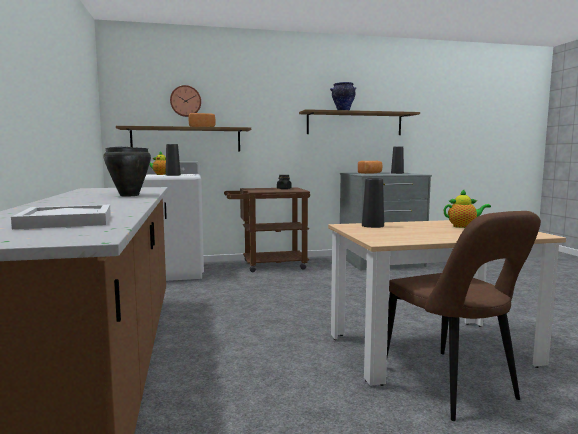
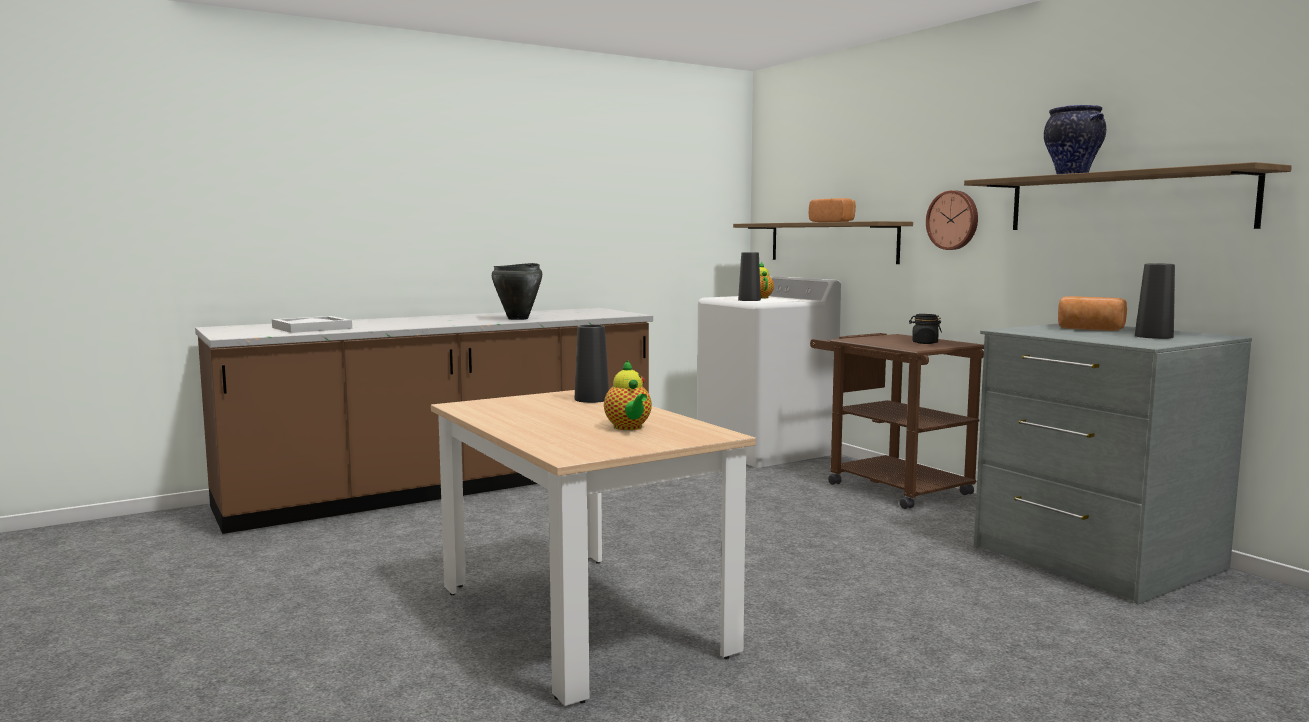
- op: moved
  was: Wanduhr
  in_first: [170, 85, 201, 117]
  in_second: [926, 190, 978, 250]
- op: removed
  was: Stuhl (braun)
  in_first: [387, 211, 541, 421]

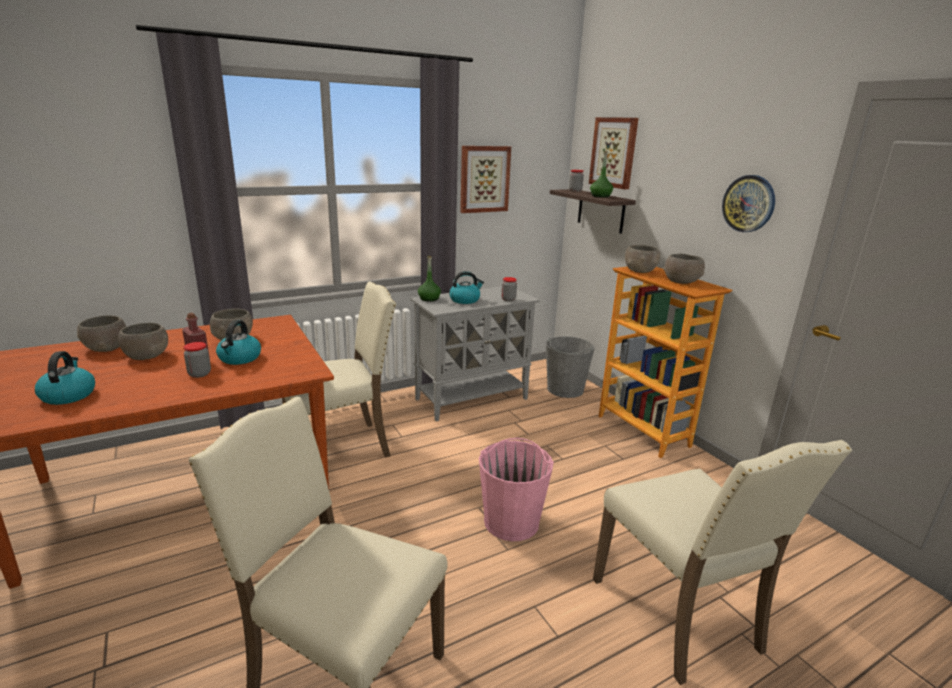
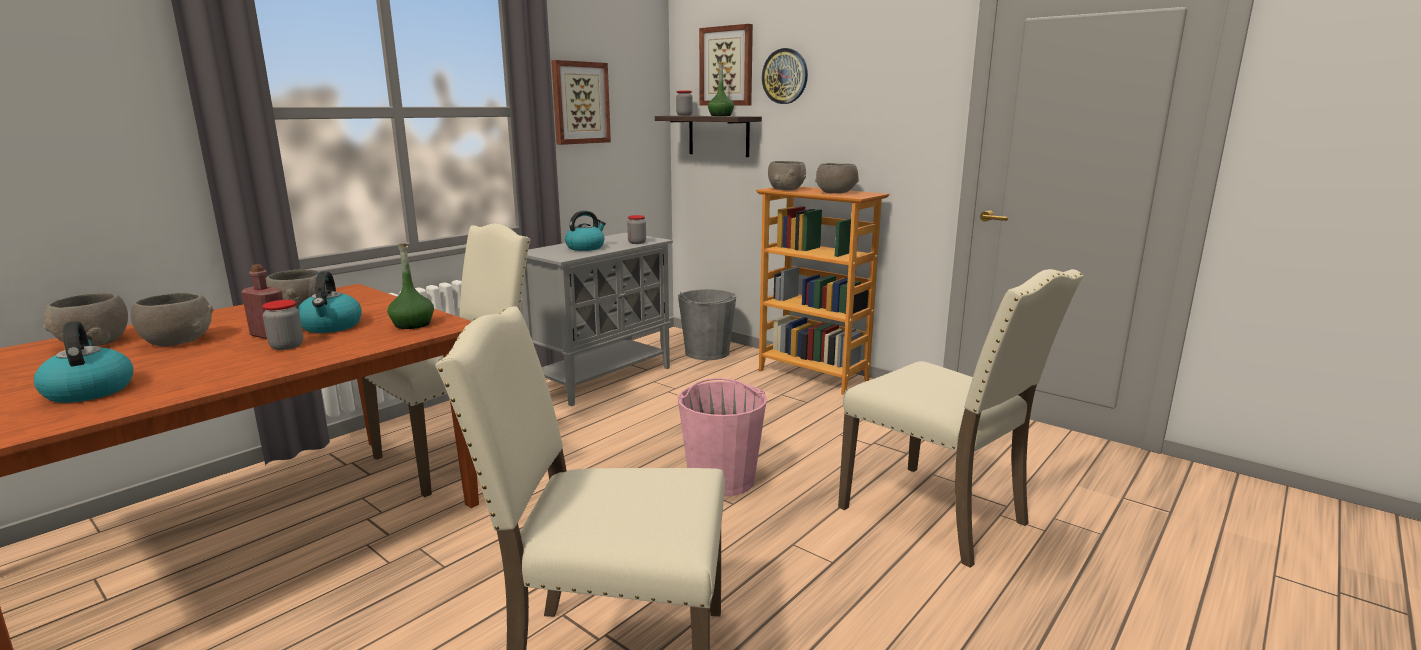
- op: moved
  was: Wanduhr
  in_first: [722, 175, 775, 232]
  in_second: [762, 48, 808, 104]
- op: moved
  was: Flasche (grün)
  in_first: [418, 256, 441, 302]
  in_second: [387, 244, 434, 329]

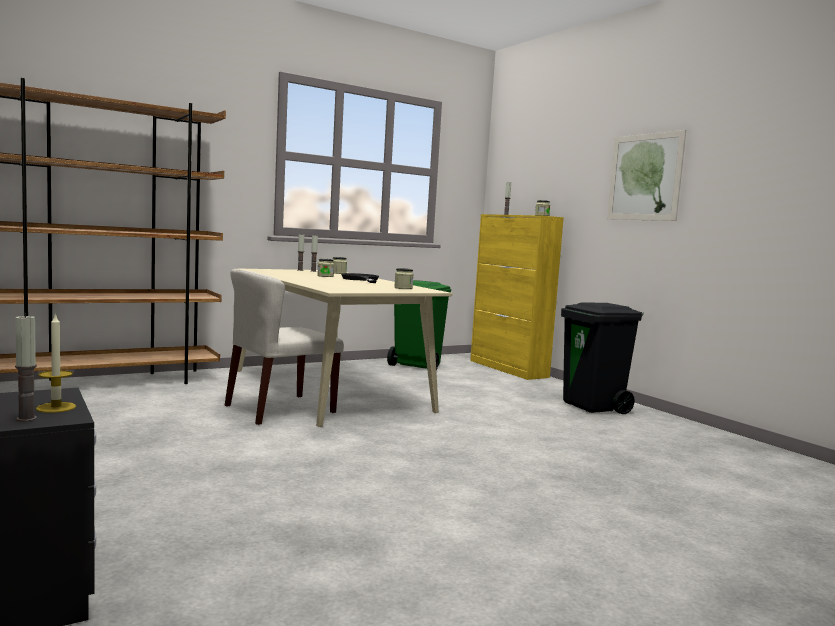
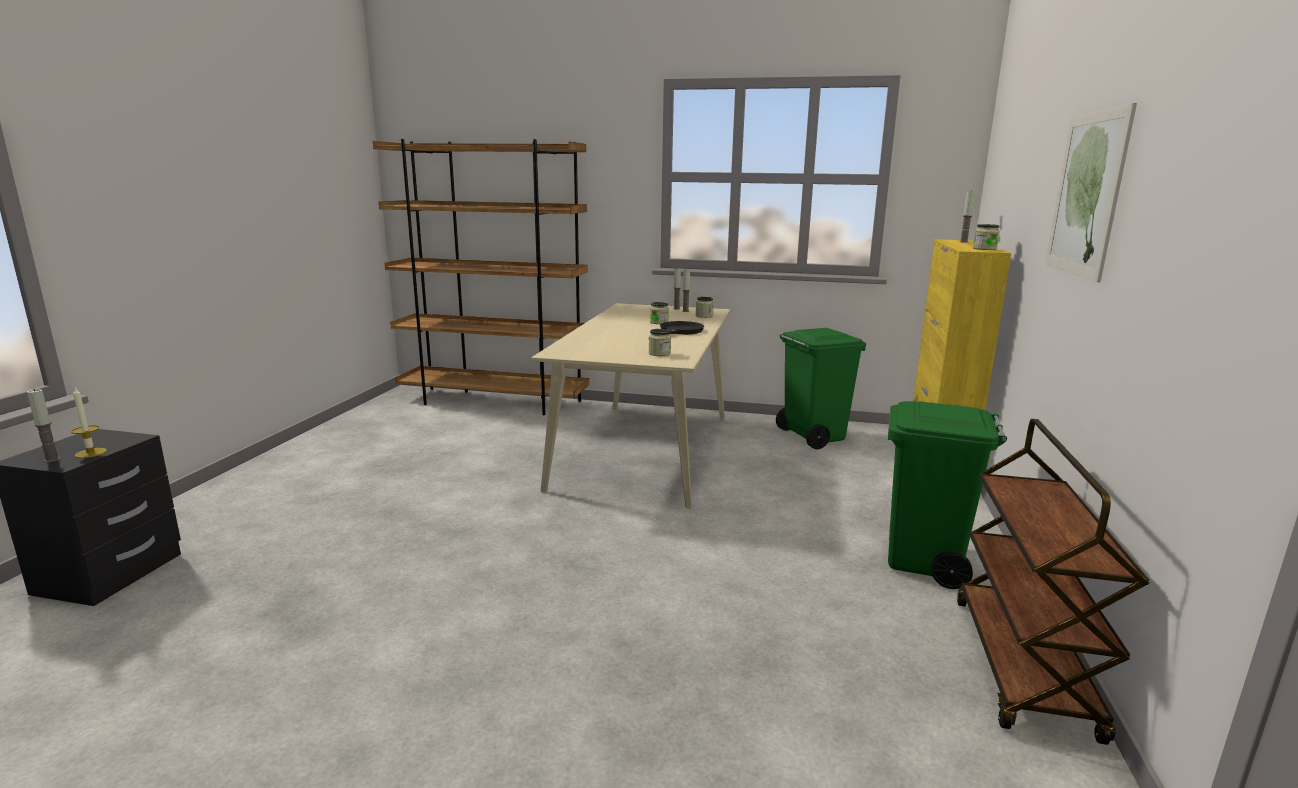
- op: removed
  was: Stuhl (beige)
  in_first: [225, 269, 344, 425]
- op: recoloured
  was: Mülleimer (schwarz)
  now: Mülleimer (grün)
  in_first: [561, 302, 644, 414]
  in_second: [888, 401, 1007, 589]
- op: added
  now: Rollwagen (braun)
  in_second: [957, 419, 1150, 745]

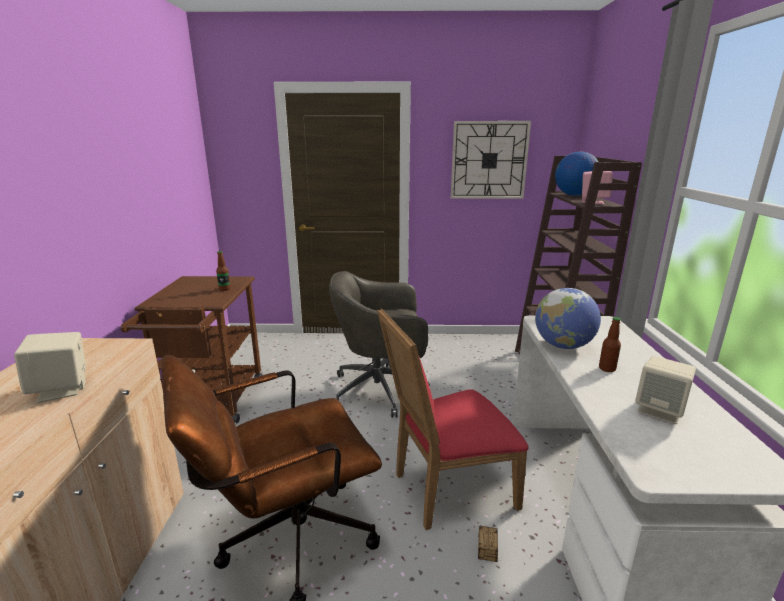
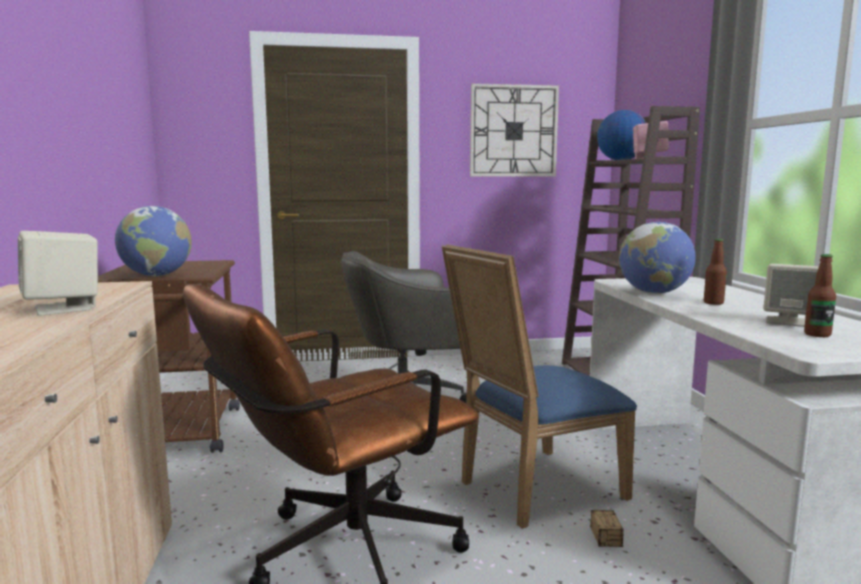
- op: moved
  was: Flasche
  in_first: [216, 251, 231, 291]
  in_second: [804, 254, 836, 337]
- op: recoloured
  was: Stuhl (rot)
  now: Stuhl (blau)
  in_first: [377, 308, 528, 530]
  in_second: [442, 244, 637, 529]
- op: added
  now: Globus
  in_second: [115, 206, 192, 276]

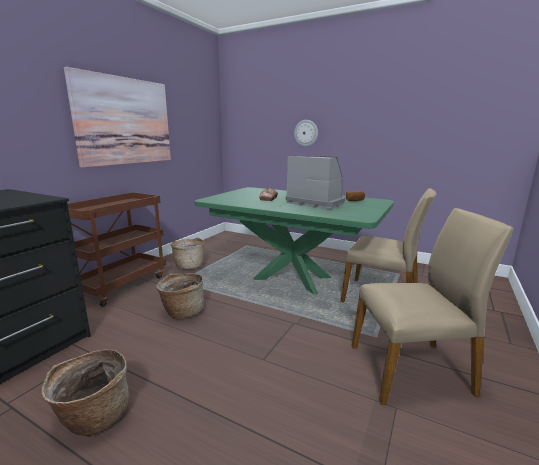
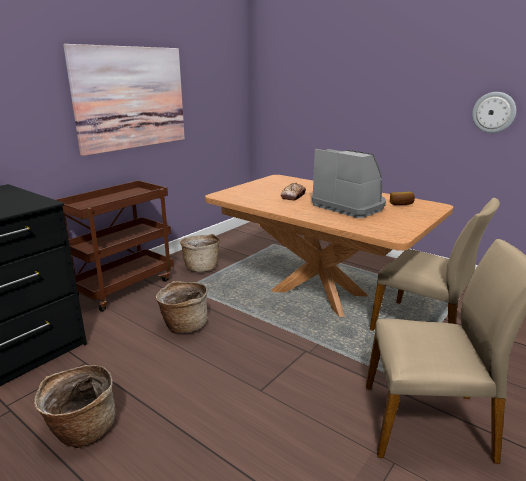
- op: moved
  was: Wanduhr
  in_first: [294, 120, 318, 147]
  in_second: [472, 92, 516, 133]
- op: recoloured
  was: Esstisch (grün)
  now: Esstisch (braun)
  in_first: [194, 187, 394, 294]
  in_second: [205, 175, 453, 317]

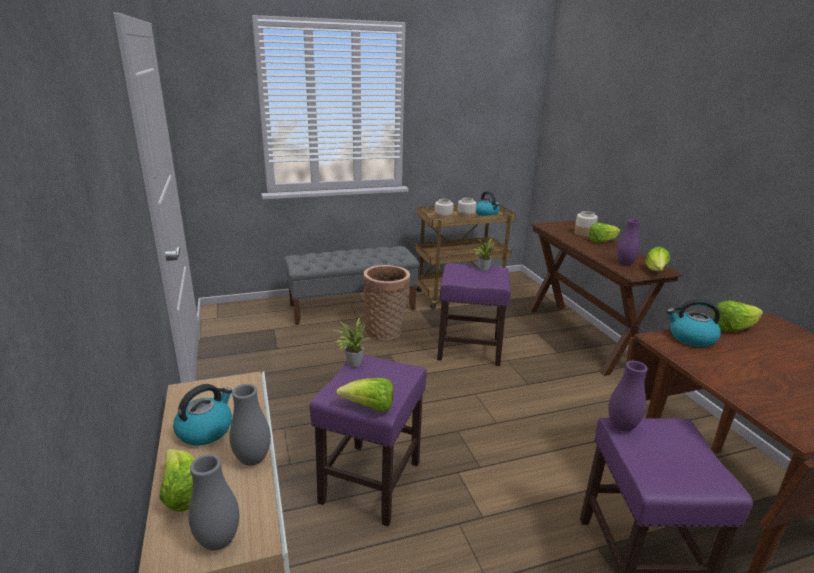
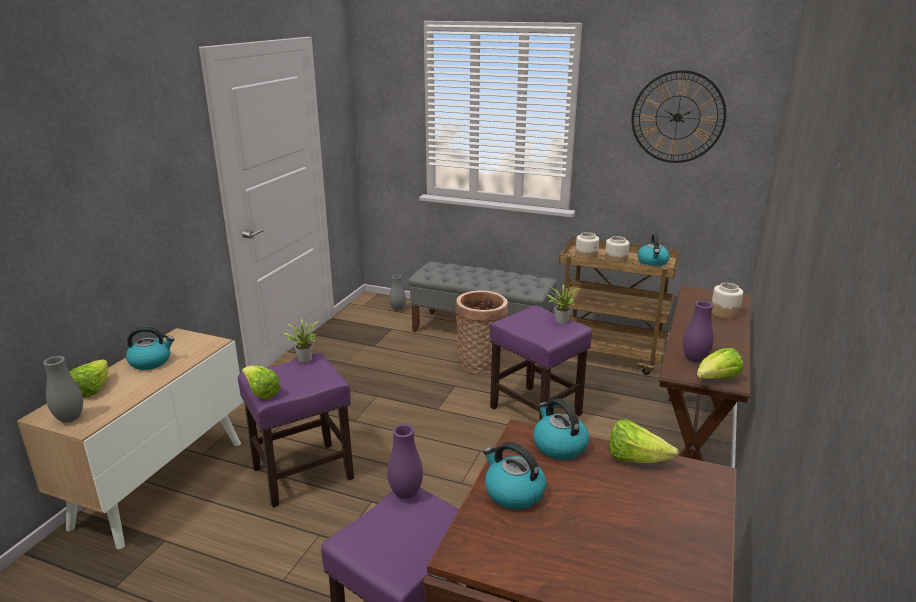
- op: removed
  was: Salatkopf
  in_first: [589, 223, 621, 243]
- op: moved
  was: Vase (grau)
  in_first: [229, 384, 271, 466]
  in_second: [389, 275, 406, 311]
- op: added
  now: Wanduhr
  in_second: [631, 70, 726, 163]
- op: added
  now: Wasserkessel
  in_second: [483, 442, 546, 509]

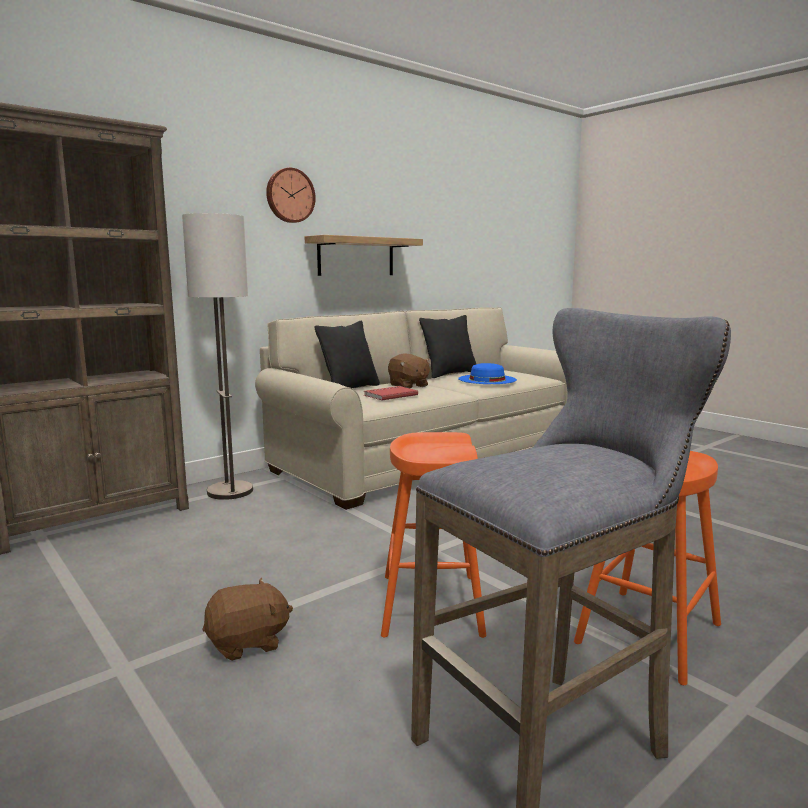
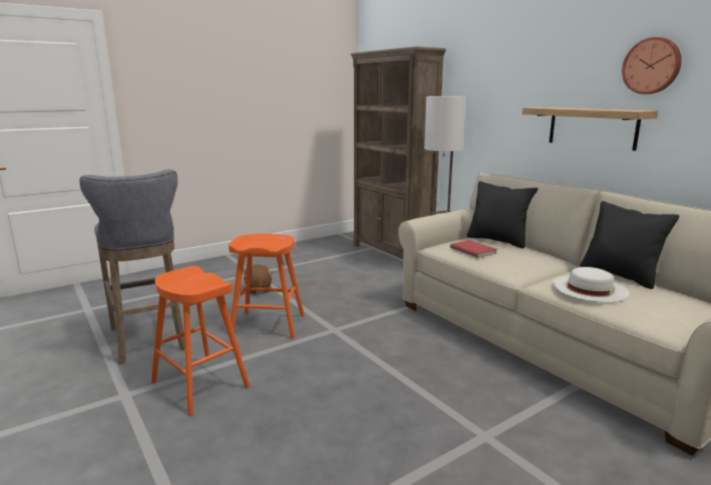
- op: moved
  was: Wanduhr
  in_first: [266, 168, 316, 223]
  in_second: [622, 37, 682, 94]
- op: removed
  was: Plüschtier (braun)
  in_first: [388, 353, 431, 389]
- op: recoloured
  was: Hut (blau)
  now: Hut (weiß)
  in_first: [458, 363, 517, 384]
  in_second: [552, 267, 630, 302]

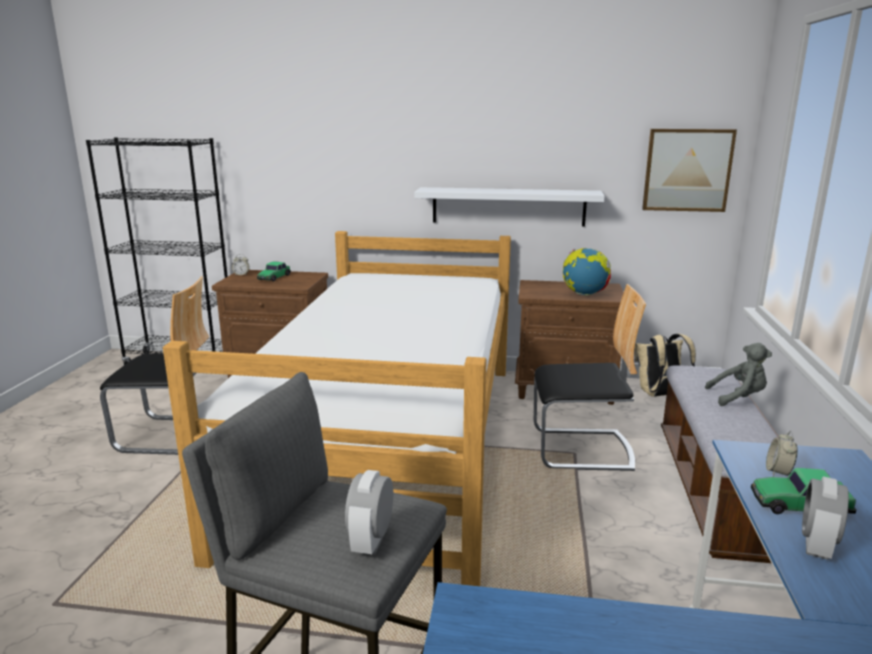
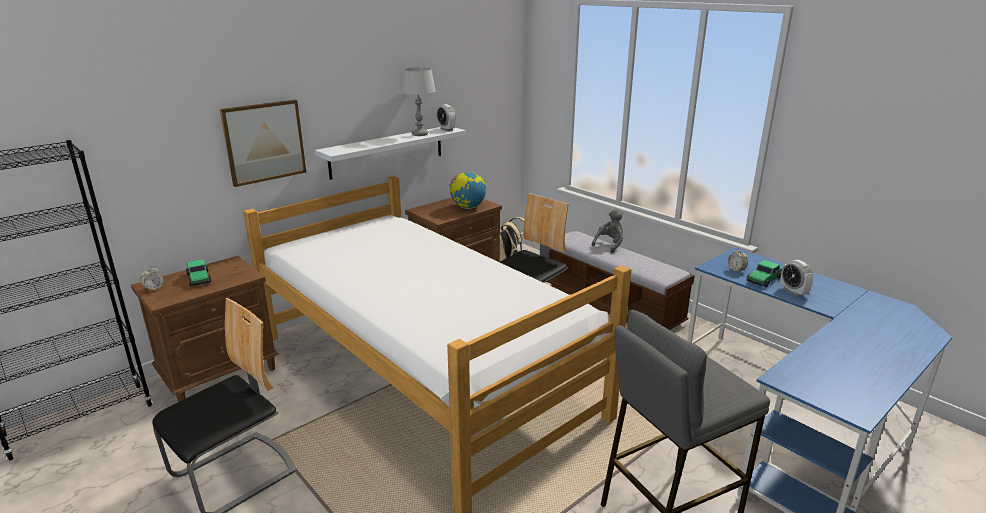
- op: moved
  was: Bild
  in_first: [642, 129, 737, 212]
  in_second: [220, 100, 306, 187]
- op: moved
  was: Wecker
  in_first: [345, 470, 393, 555]
  in_second: [437, 104, 456, 131]
- op: added
  now: Tischlampe (grau)
  in_second: [400, 67, 436, 136]

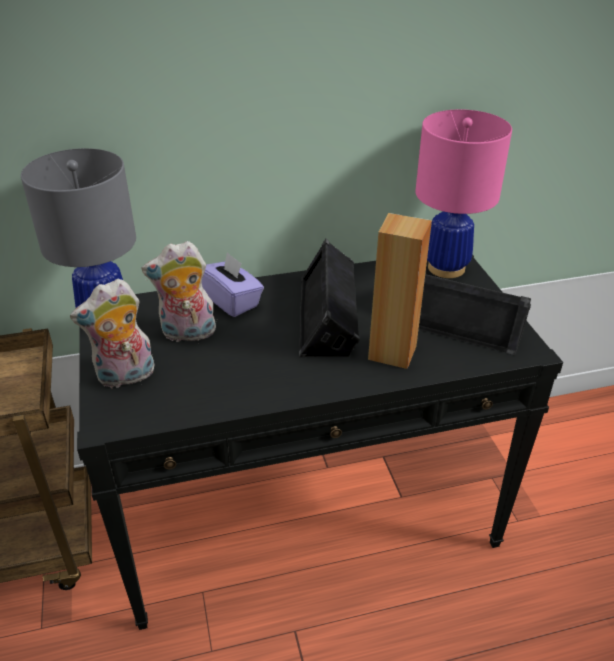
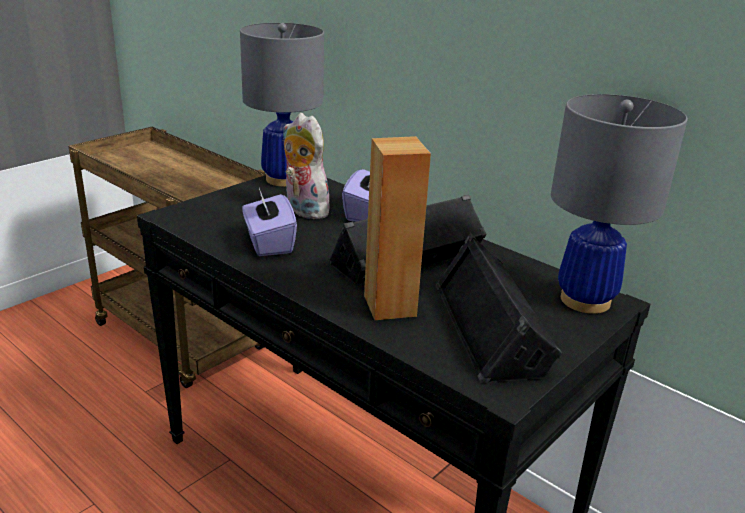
- op: recoloured
  was: Tischlampe (rosa)
  now: Tischlampe (grau)
  in_first: [415, 109, 512, 278]
  in_second: [551, 94, 687, 314]
- op: removed
  was: Plüschtier
  in_first: [70, 279, 154, 388]
- op: added
  now: Taschentuchbox (lila)
  in_second: [242, 188, 297, 256]

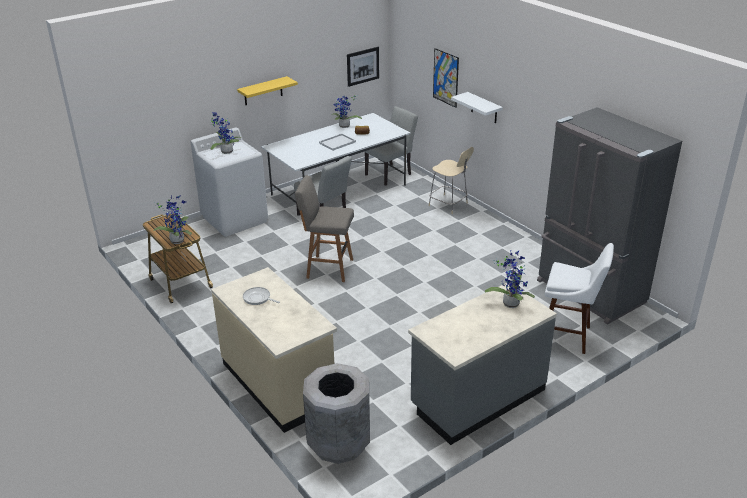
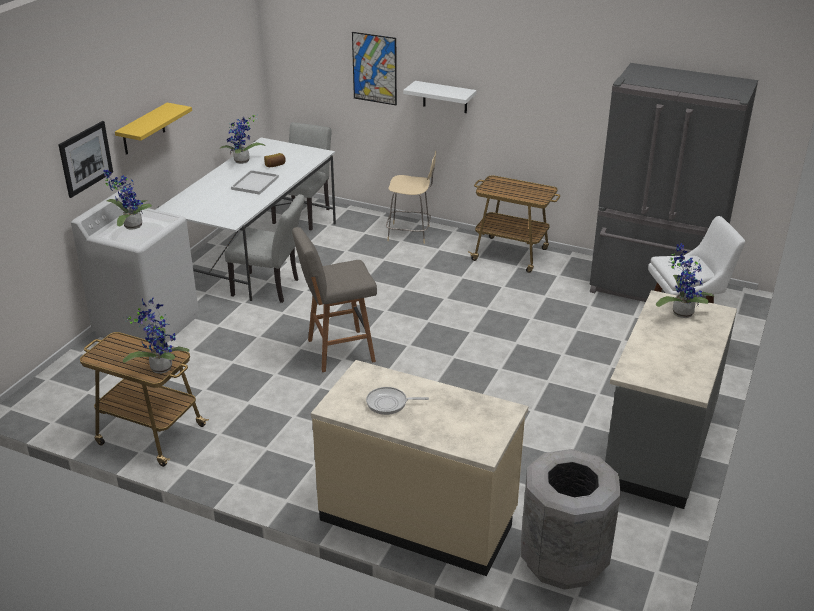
- op: moved
  was: Bild
  in_first: [347, 47, 379, 87]
  in_second: [58, 121, 113, 198]
- op: added
  now: Rollwagen
  in_second: [468, 175, 560, 273]

